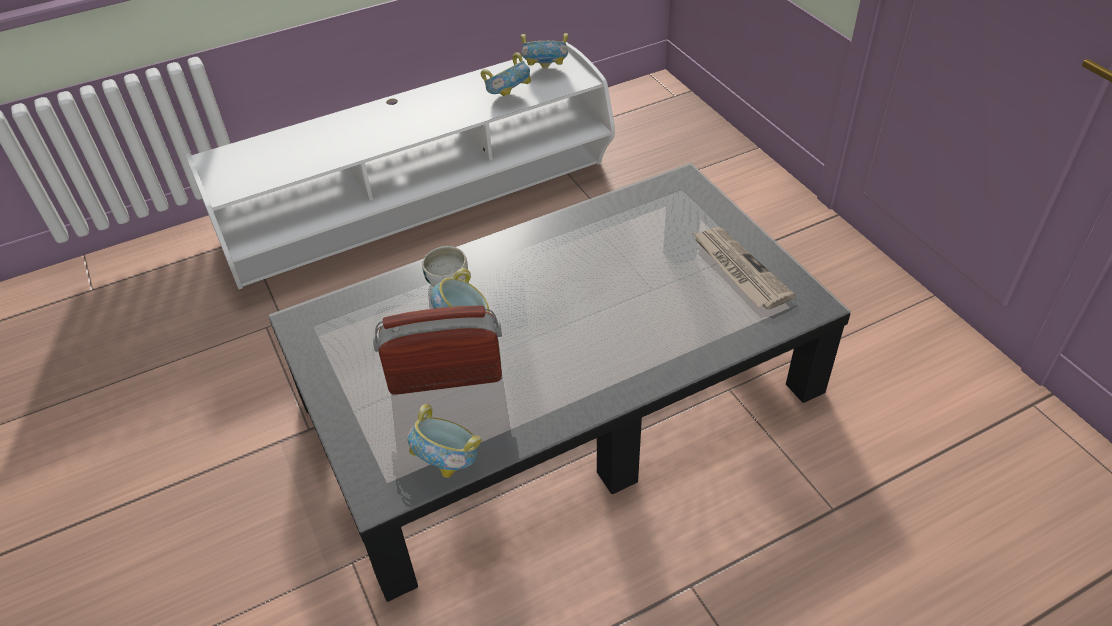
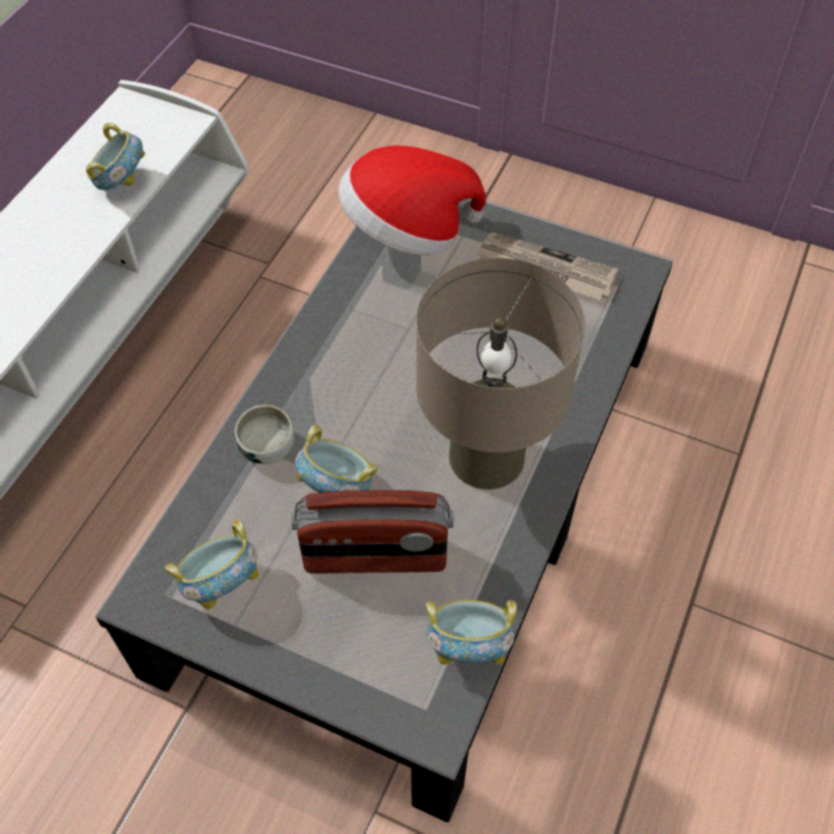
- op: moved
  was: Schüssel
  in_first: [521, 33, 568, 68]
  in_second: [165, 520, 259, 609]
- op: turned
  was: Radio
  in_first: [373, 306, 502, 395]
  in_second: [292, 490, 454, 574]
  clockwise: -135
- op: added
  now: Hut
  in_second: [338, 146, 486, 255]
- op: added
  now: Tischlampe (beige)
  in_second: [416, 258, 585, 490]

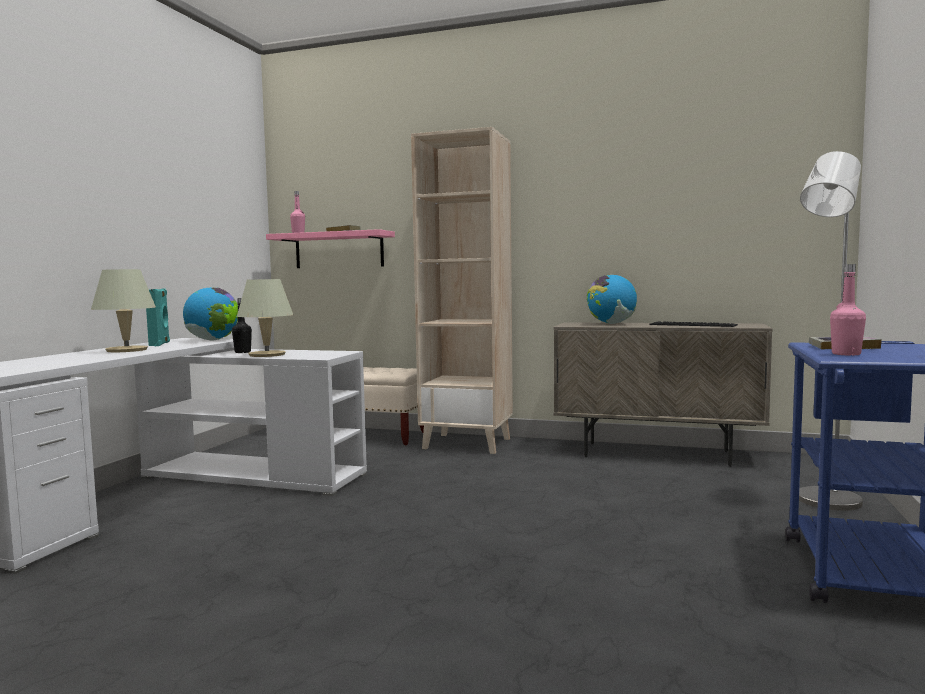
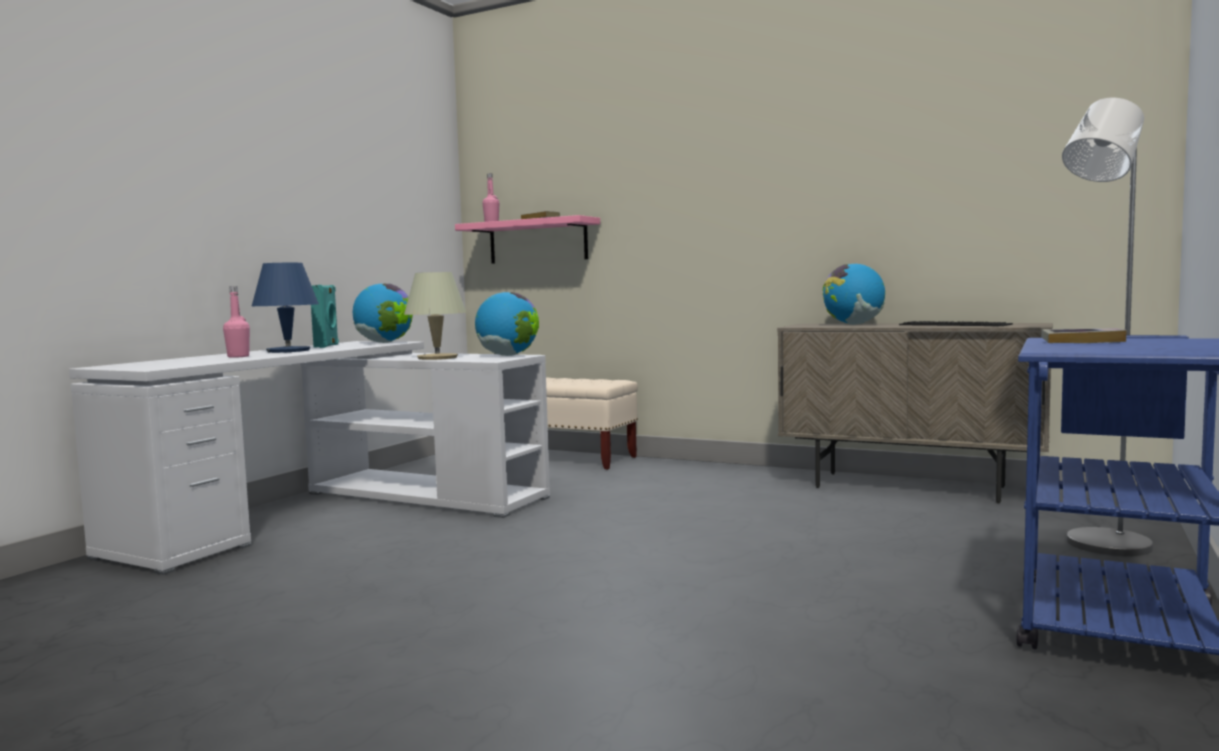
- op: removed
  was: Bücherregal (beige)
  in_first: [411, 127, 513, 454]
- op: moved
  was: Flasche (rosa)
  in_first: [830, 264, 866, 356]
  in_second: [223, 286, 250, 358]
- op: recoloured
  was: Tischlampe (beige)
  now: Tischlampe (blau)
  in_first: [91, 269, 156, 352]
  in_second: [252, 263, 319, 353]
- op: removed
  was: Flasche (schwarz)
  in_first: [232, 298, 252, 353]
- op: added
  now: Globus
  in_second: [475, 292, 539, 356]

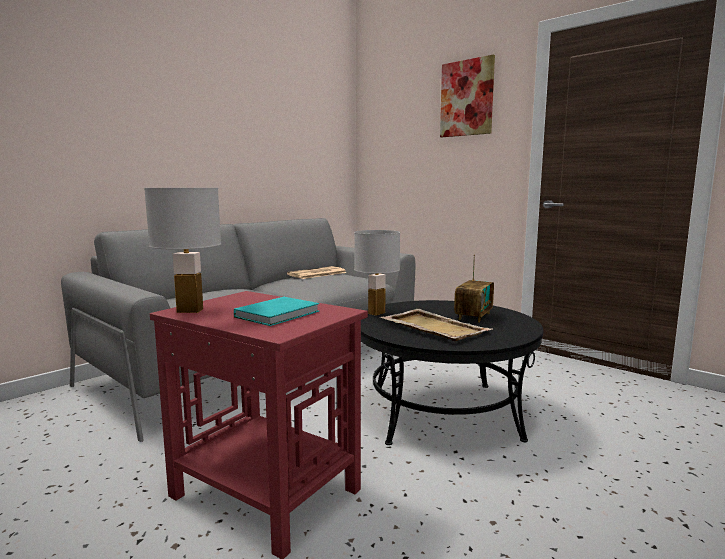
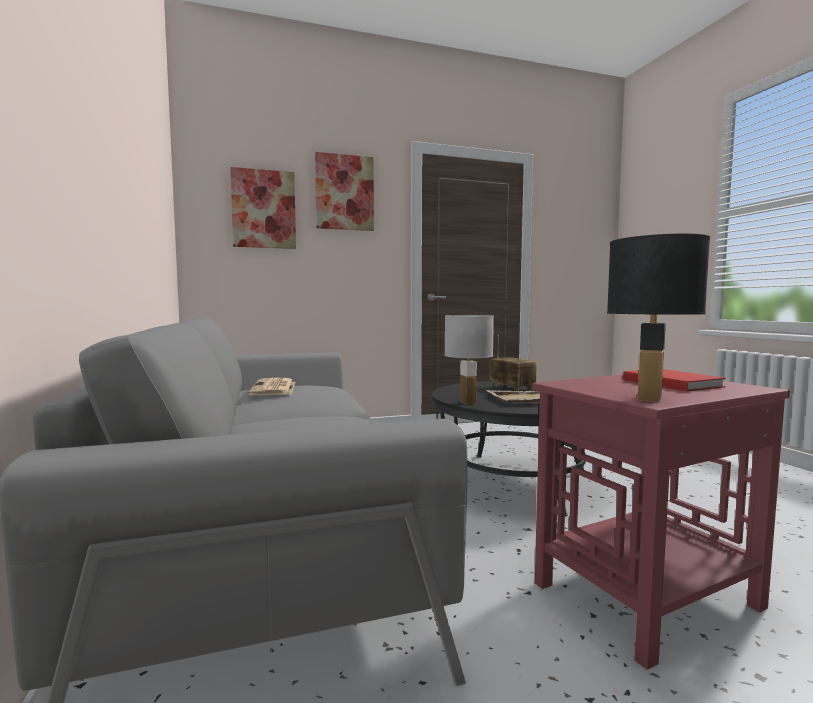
- op: recoloured
  was: Tischlampe (weiß)
  now: Tischlampe (schwarz)
  in_first: [144, 188, 221, 313]
  in_second: [607, 234, 710, 402]
- op: recoloured
  was: Buch (türkis)
  now: Buch (rot)
  in_first: [234, 297, 319, 326]
  in_second: [623, 369, 726, 391]
- op: added
  now: Bild
  in_second: [230, 167, 296, 249]

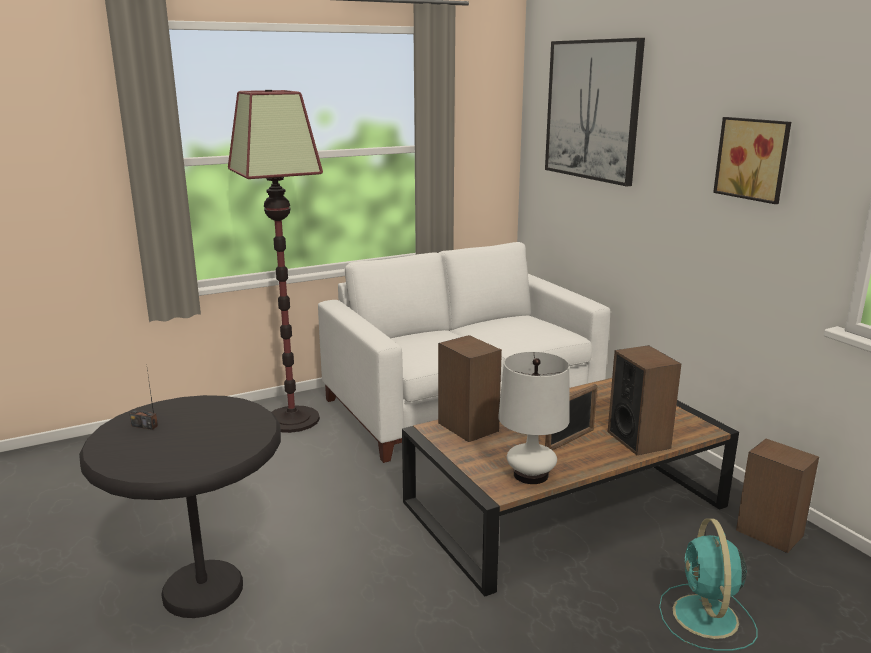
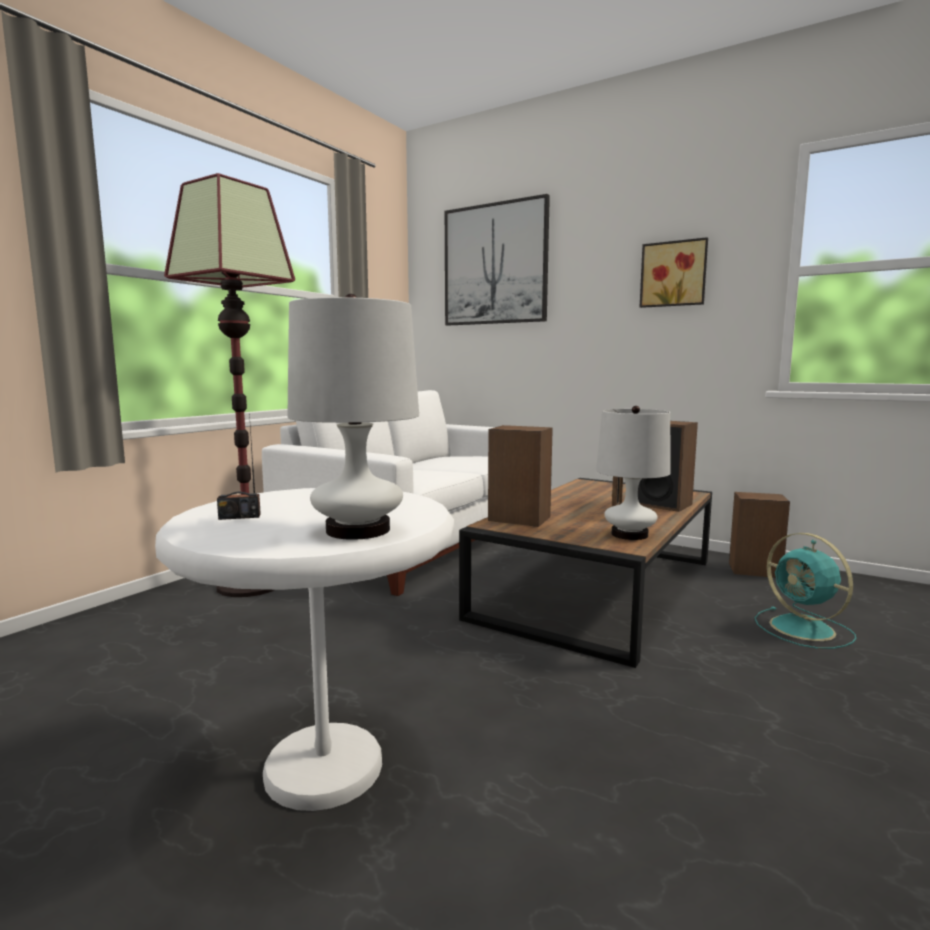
- op: recoloured
  was: Beistelltisch (schwarz)
  now: Beistelltisch (weiß)
  in_first: [79, 395, 281, 618]
  in_second: [155, 488, 454, 811]
- op: added
  now: Tischlampe (weiß)
  in_second: [287, 294, 419, 540]

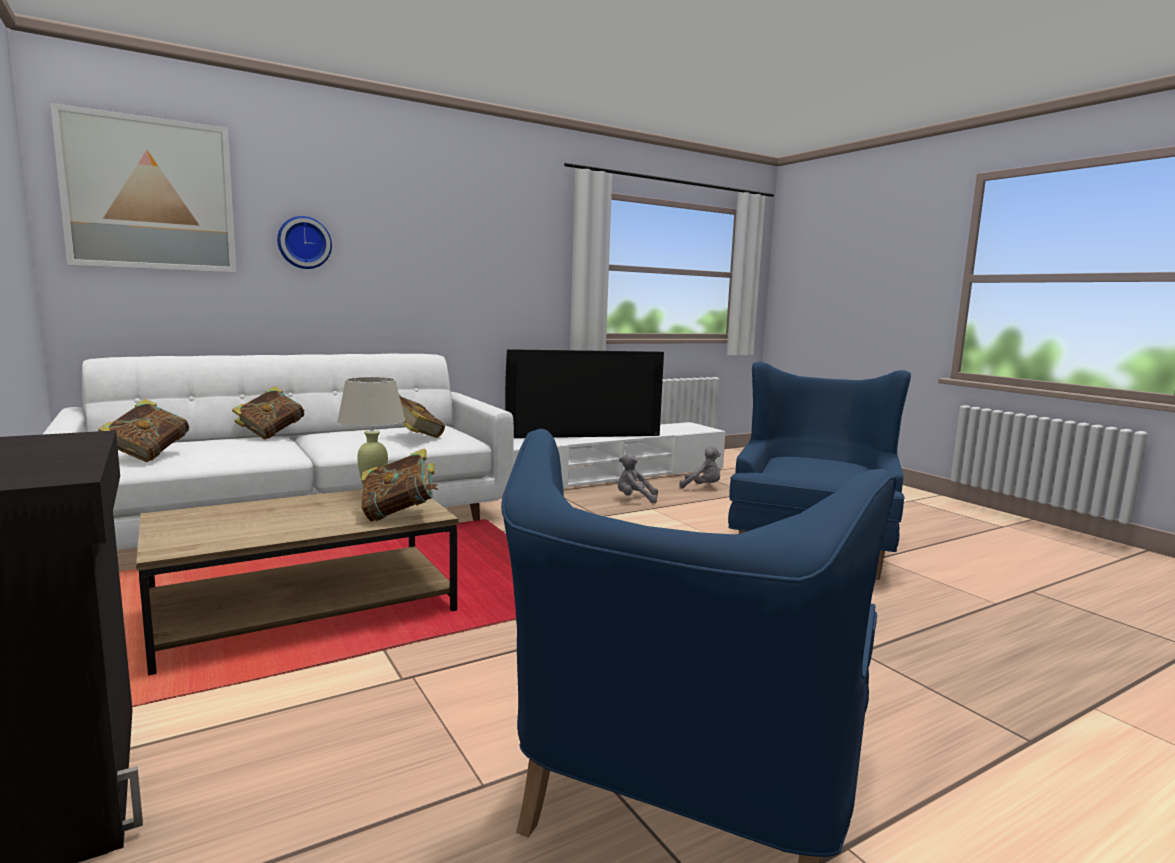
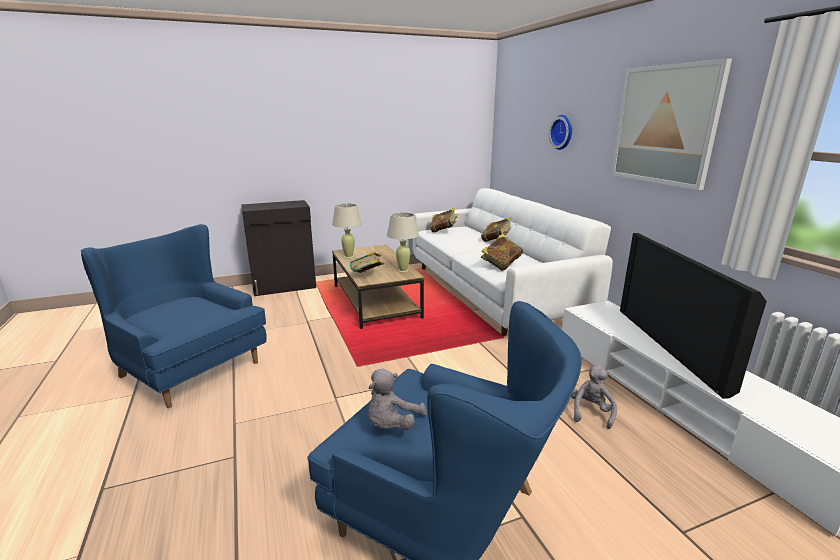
- op: moved
  was: Bild
  in_first: [50, 103, 237, 273]
  in_second: [611, 58, 732, 190]
- op: moved
  was: Plüschtier (grau)
  in_first: [680, 446, 721, 488]
  in_second: [368, 369, 427, 430]
- op: added
  now: Tischlampe (beige)
  in_second: [332, 203, 362, 259]

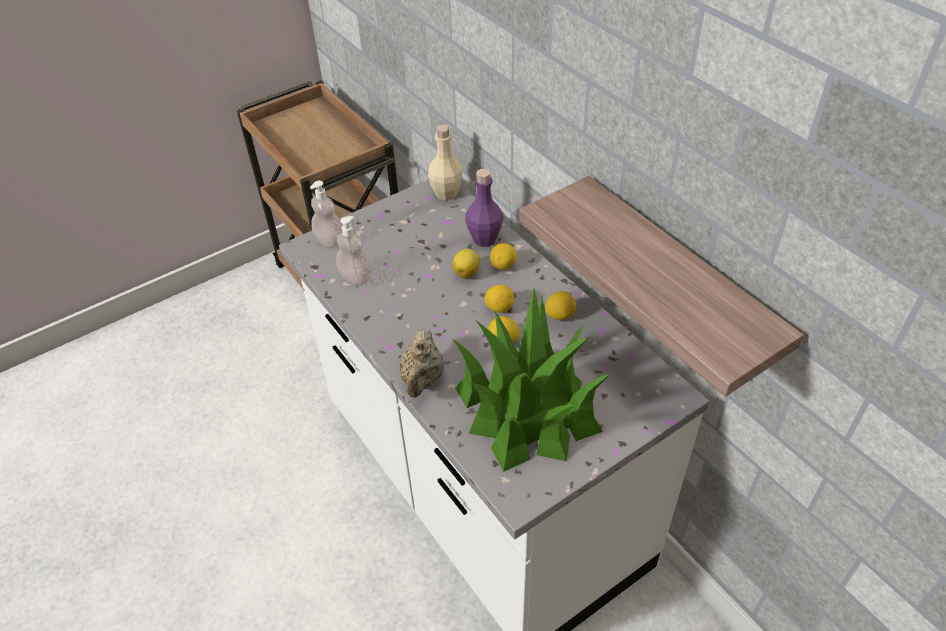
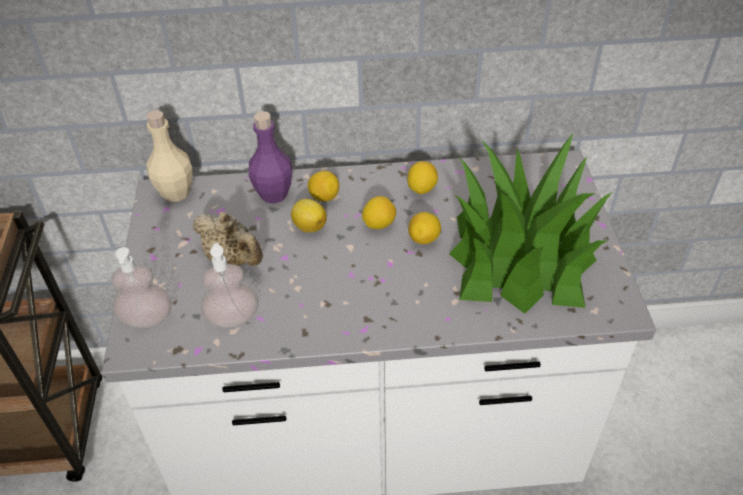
- op: removed
  was: Wandregal
  in_first: [519, 176, 804, 397]
- op: moved
  was: Teekanne (beige)
  in_first: [399, 329, 444, 398]
  in_second: [193, 211, 263, 266]

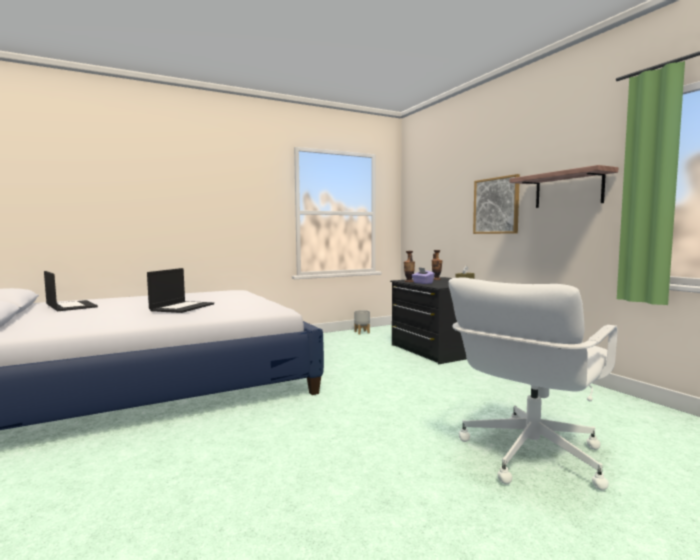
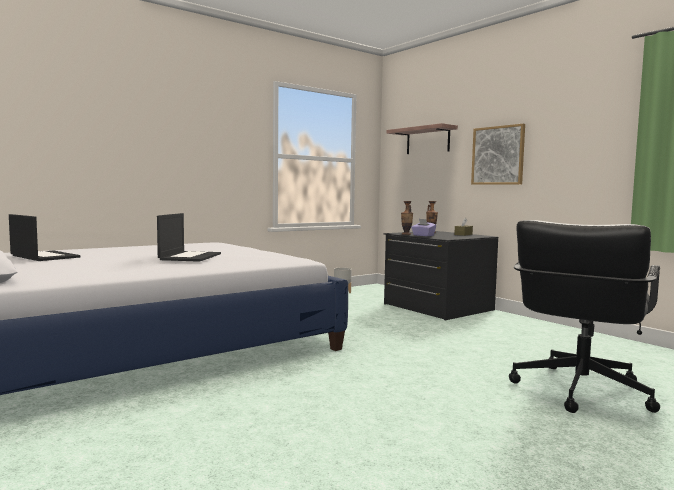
- op: moved
  was: Wandregal
  in_first: [510, 165, 618, 208]
  in_second: [386, 123, 458, 154]
- op: recoloured
  was: Bürostuhl (weiß)
  now: Bürostuhl (schwarz)
  in_first: [449, 277, 617, 491]
  in_second: [509, 220, 660, 413]

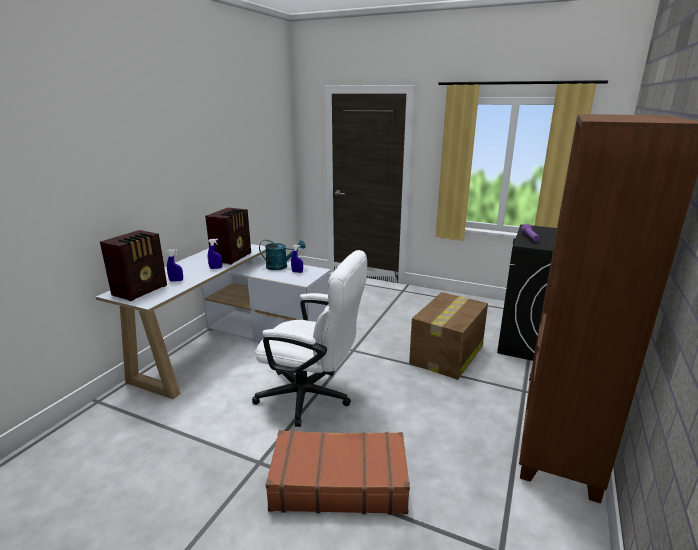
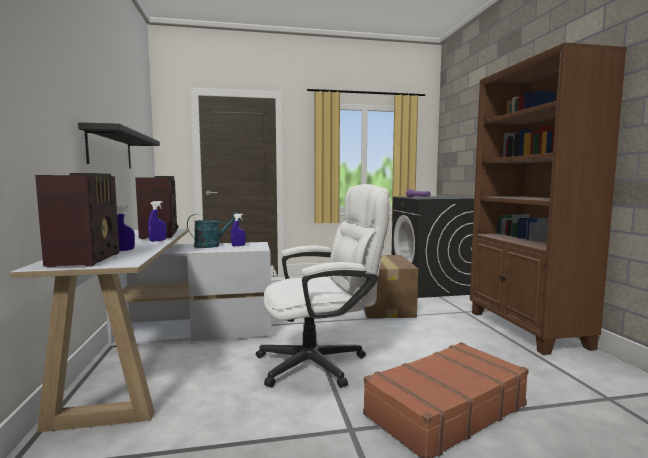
- op: added
  now: Wandregal (schwarz)
  in_second: [78, 122, 160, 169]

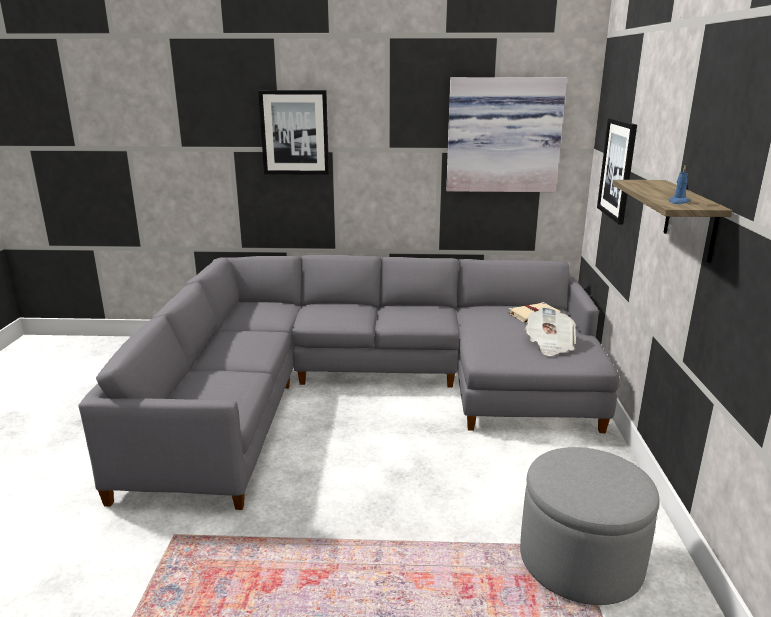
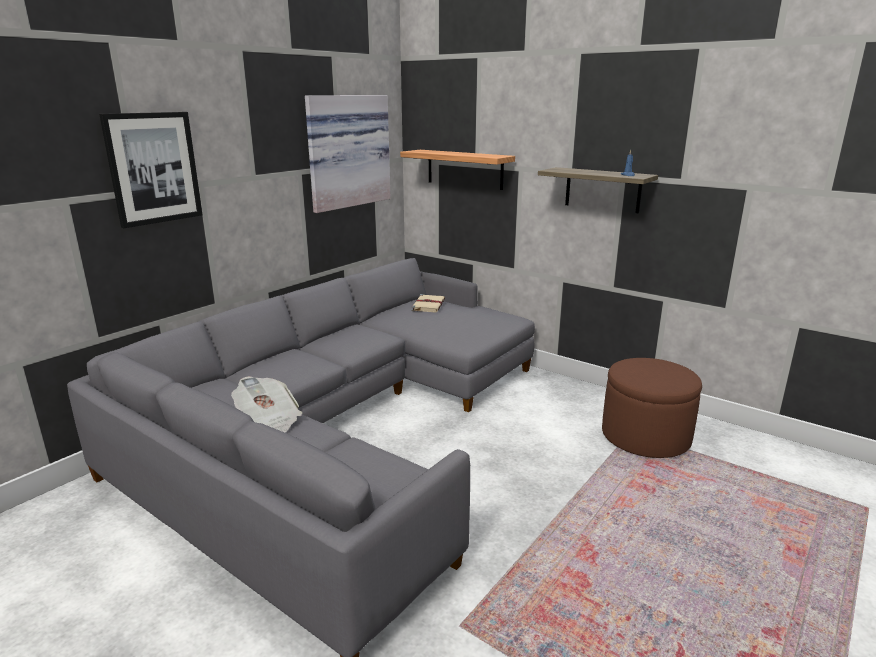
- op: replaced
  was: Bild
  now: Wandregal
  in_first: [597, 118, 637, 224]
  in_second: [400, 150, 515, 190]
- op: moved
  was: Zeitung
  in_first: [525, 307, 576, 356]
  in_second: [231, 376, 302, 432]
- op: recoloured
  was: Polsterhocker (grau)
  now: Polsterhocker (braun)
  in_first: [520, 447, 660, 605]
  in_second: [602, 358, 702, 458]

